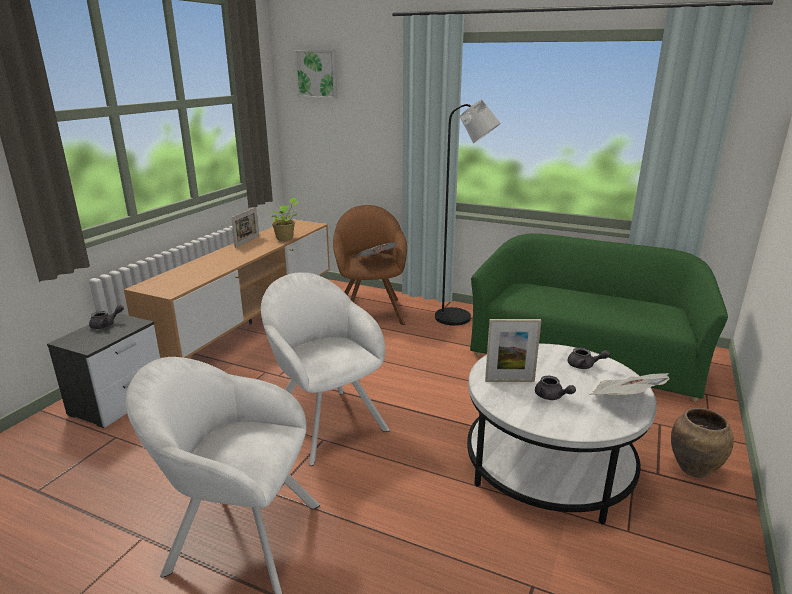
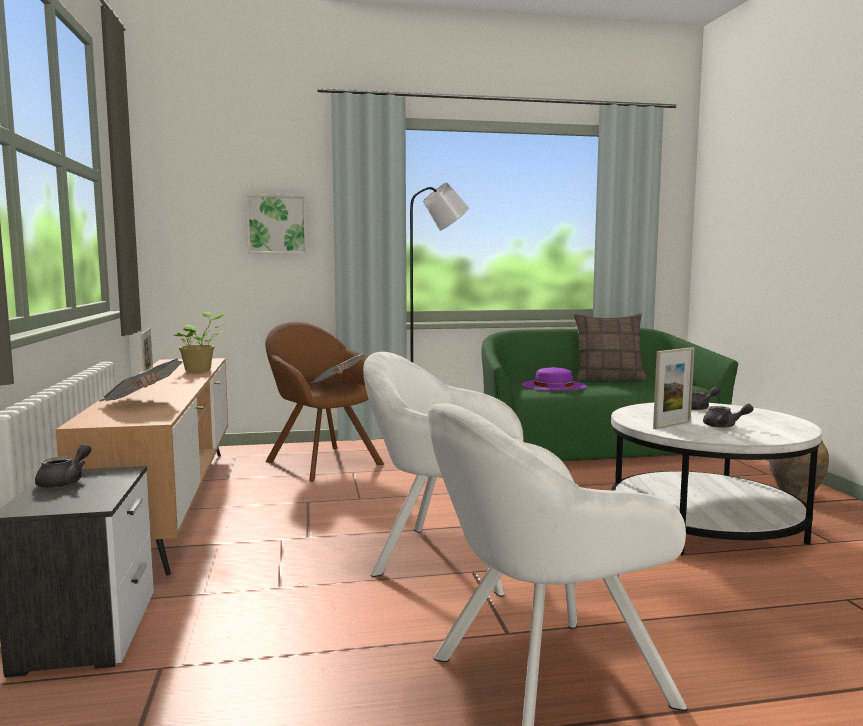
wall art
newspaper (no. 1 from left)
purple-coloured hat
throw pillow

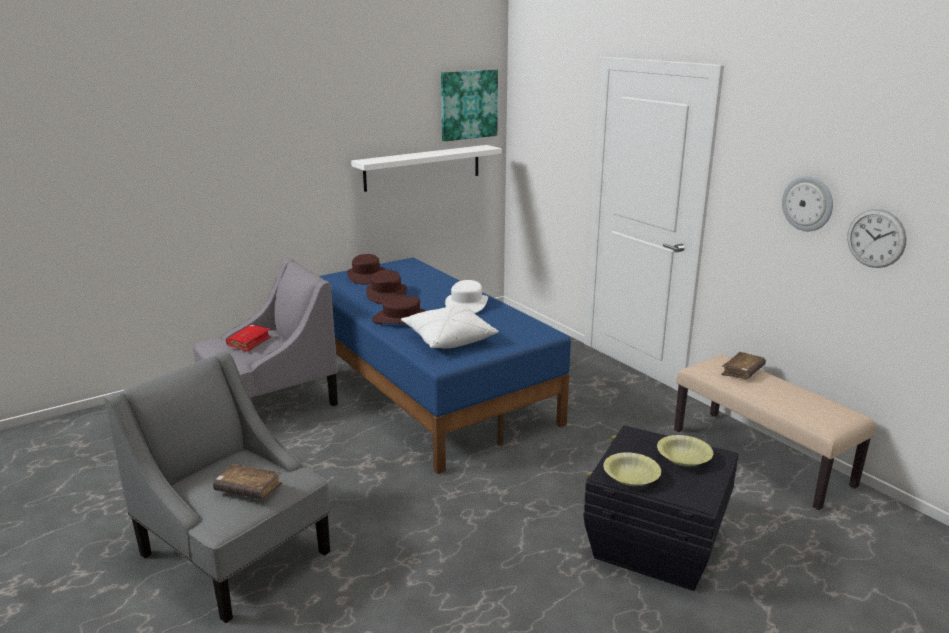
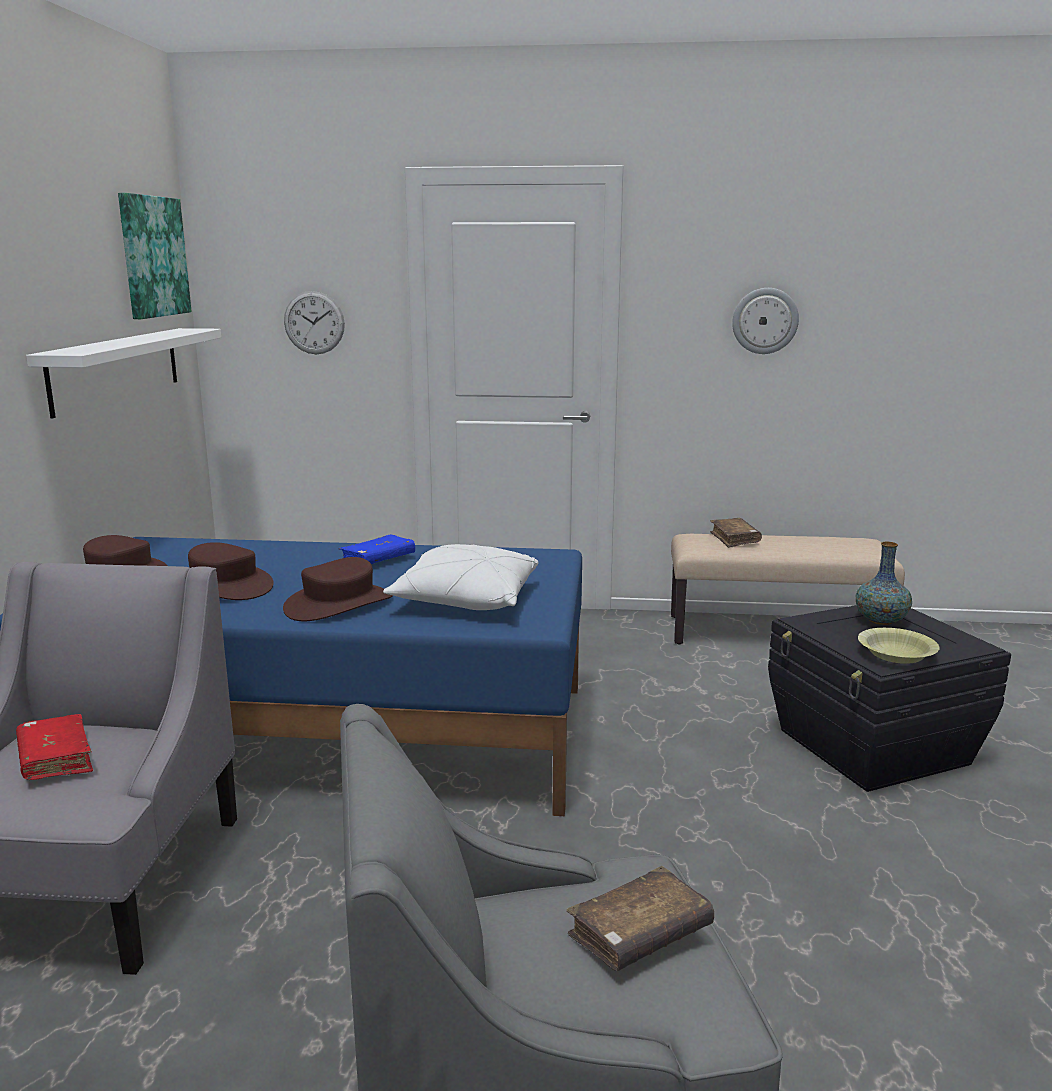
blue-coloured bound book
decorative vase
wall clock (no. 1 from left)

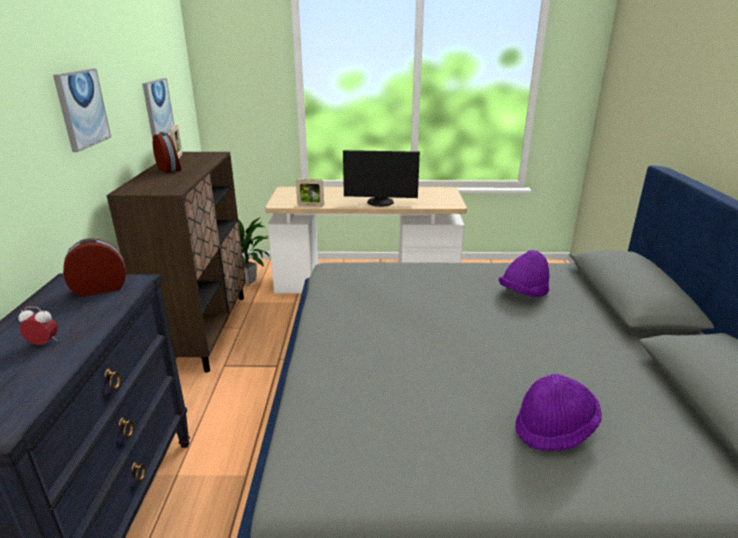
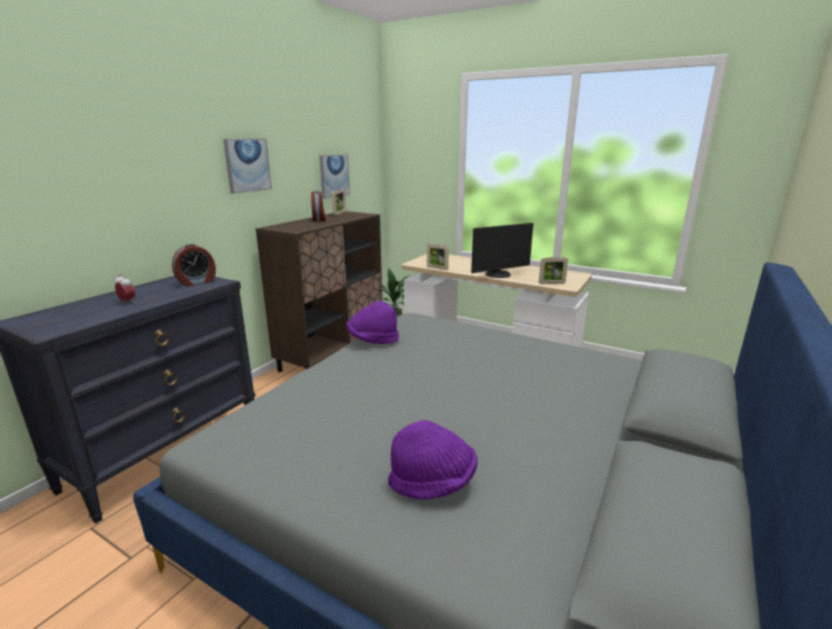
bedside clock (no. 2 from left)
monitor
purple-coloured hat (no. 1 from left)
picture frame (no. 3 from left)

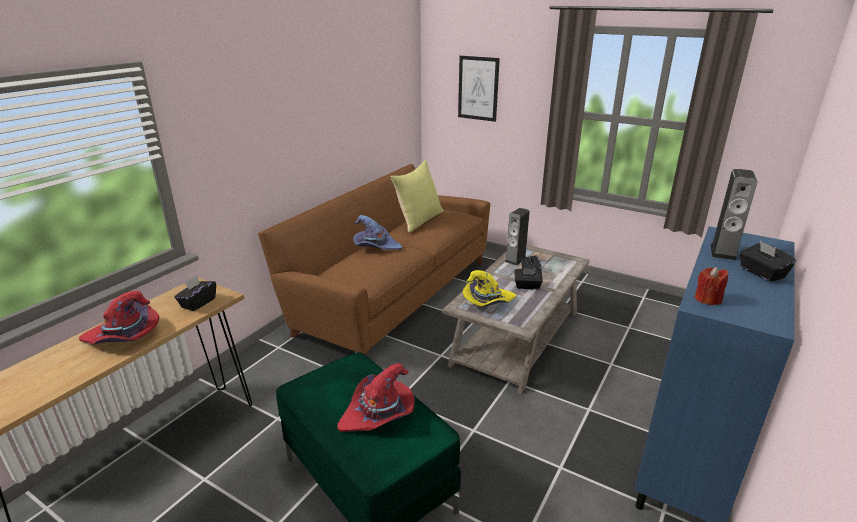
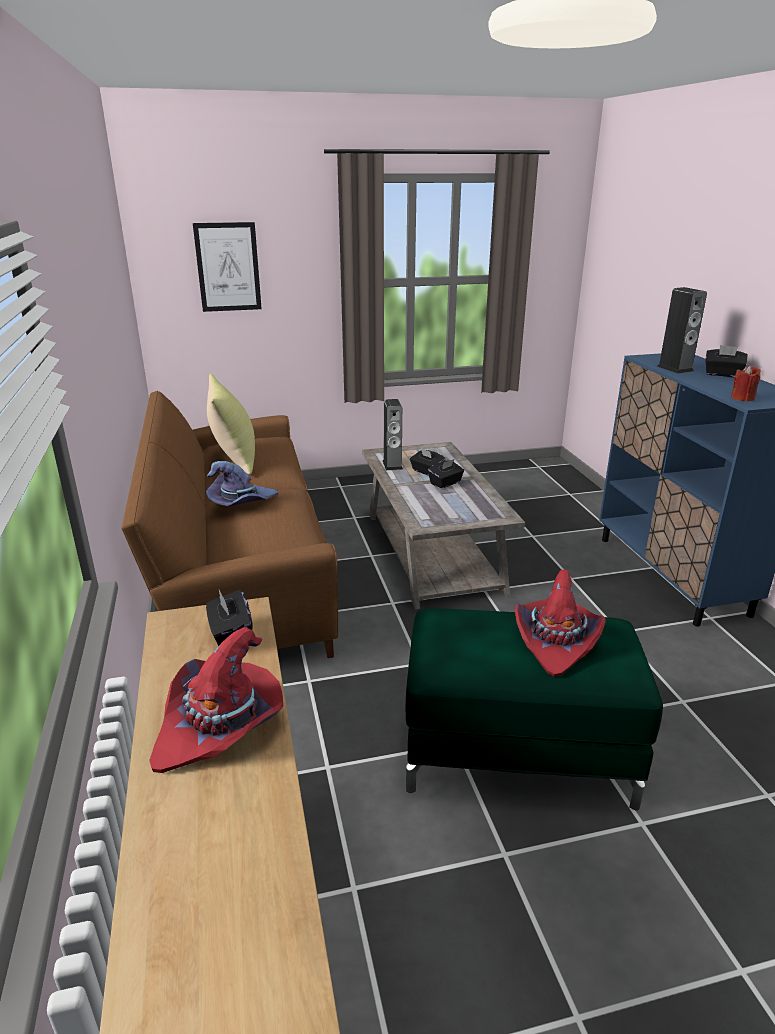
yellowish hat

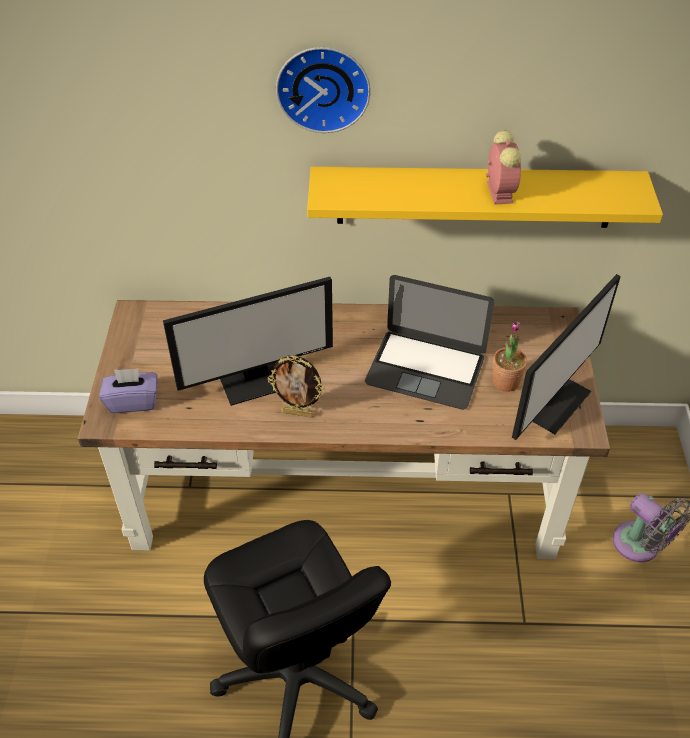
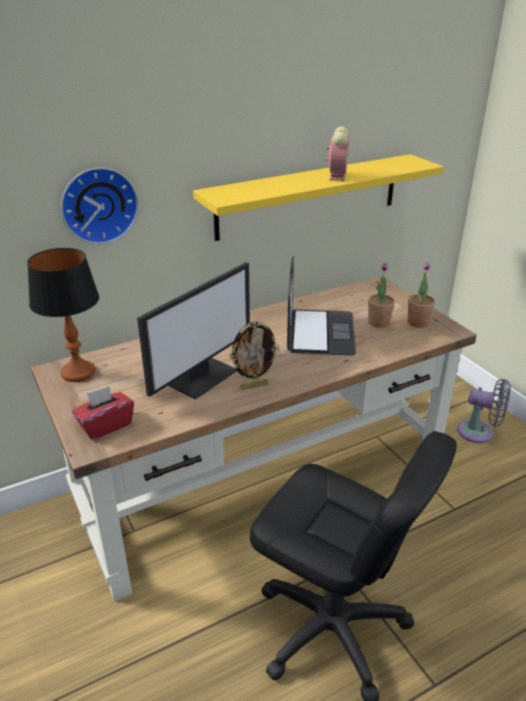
red tissue holder
wall clock
laptop
bedside clock
potted plant (no. 2 from left)
tabletop lamp

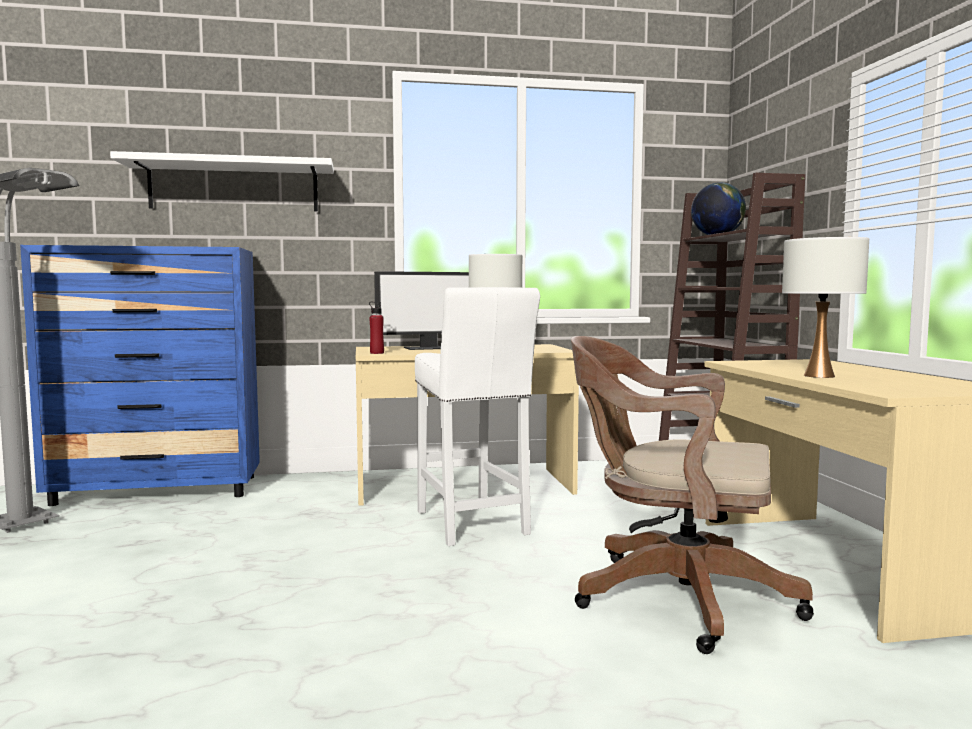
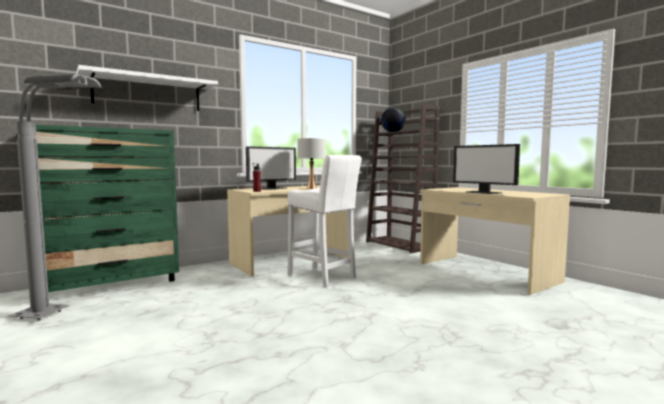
green-coloured dresser
brown computer chair
monitor (no. 2 from left)

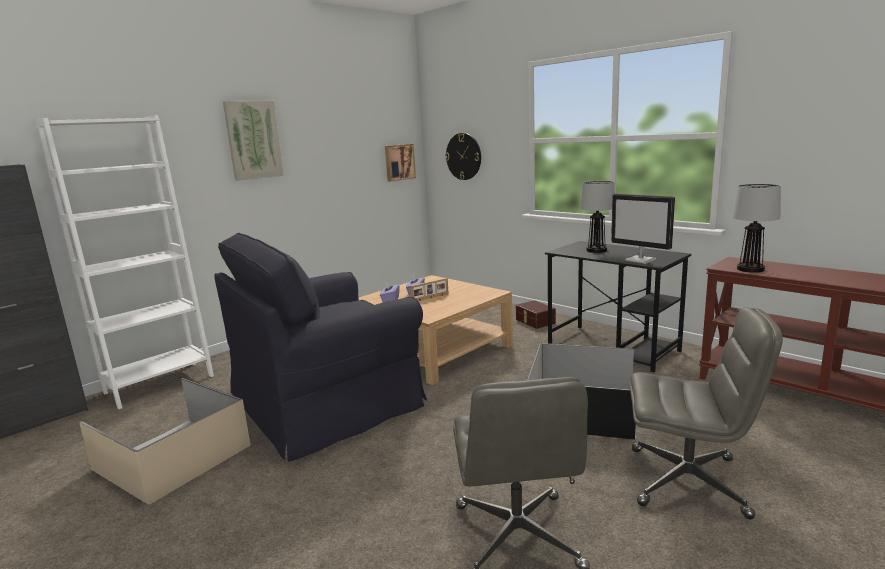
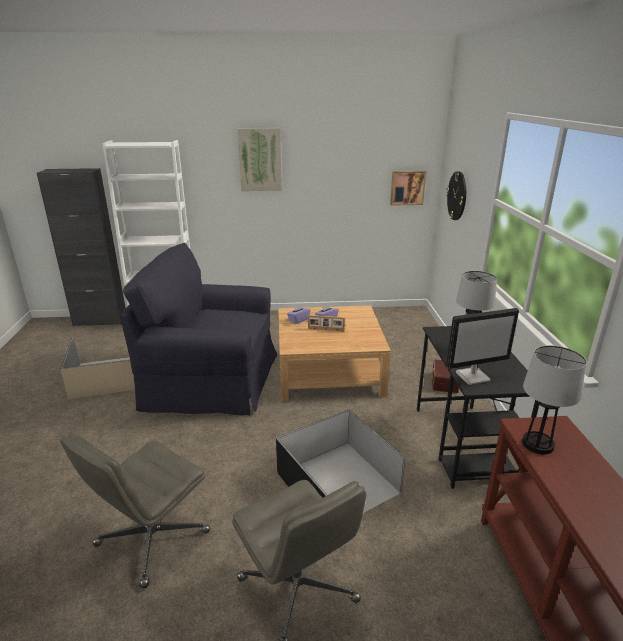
monitor

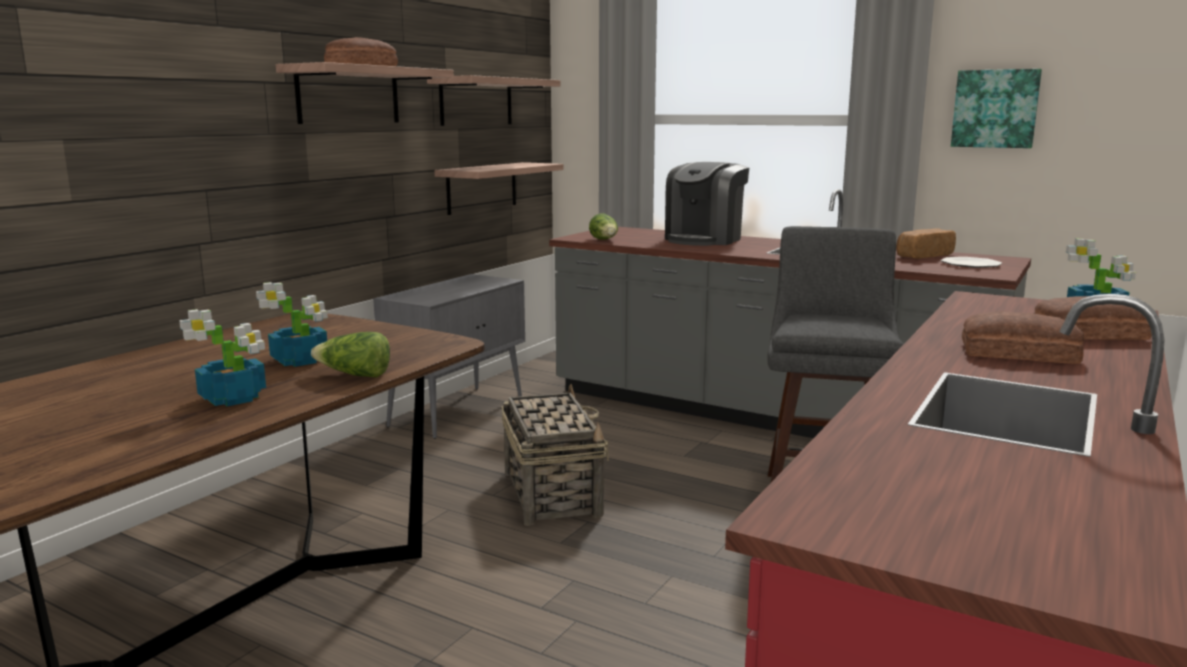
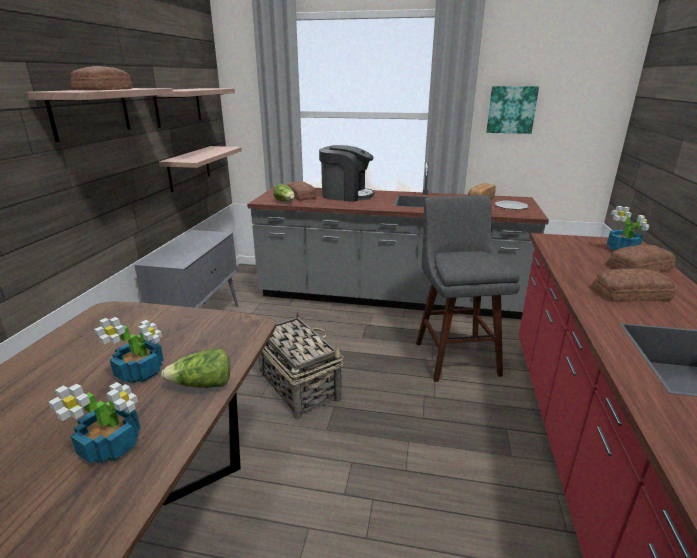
coffee machine
bakery bread (no. 2 from left)

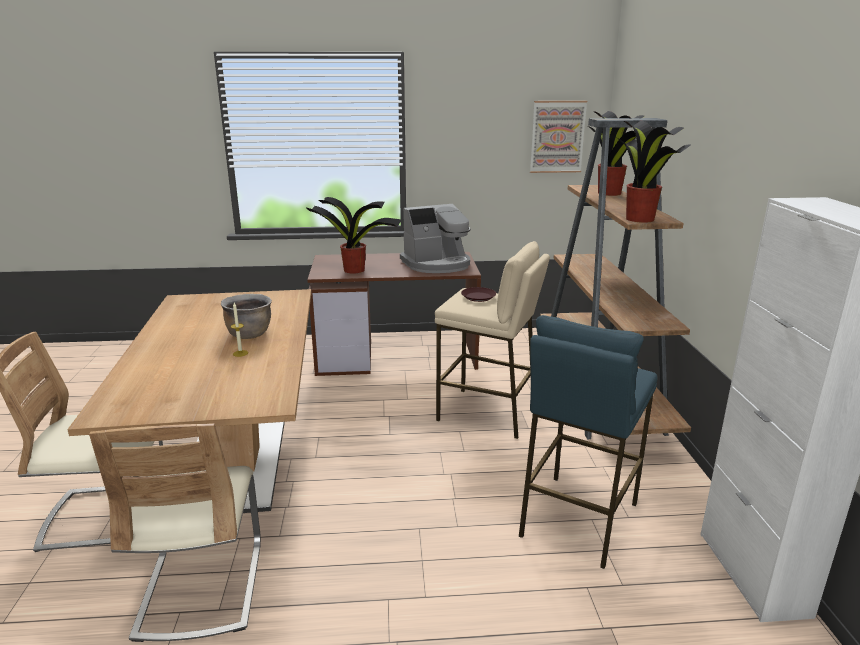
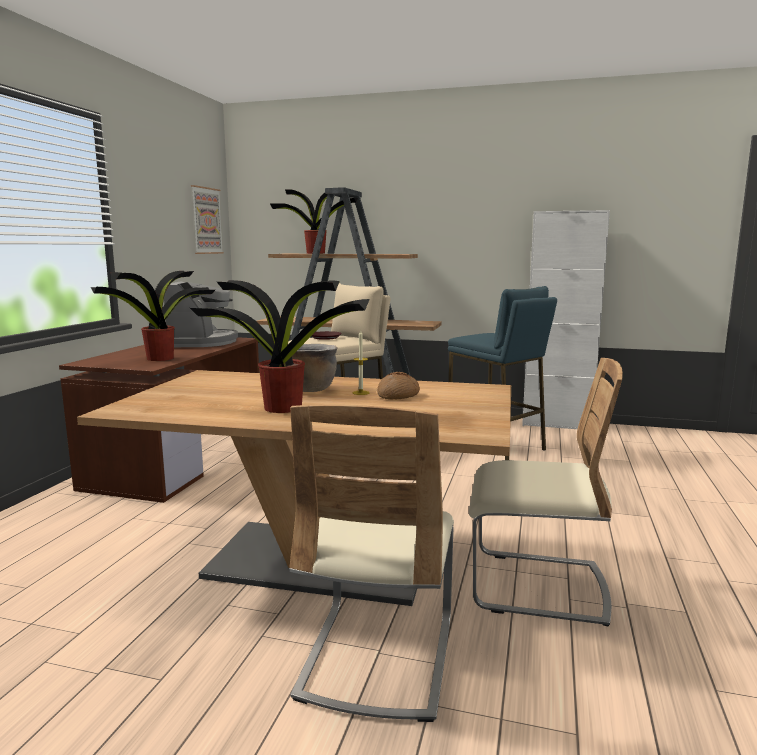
potted plant (no. 2 from left)
bakery bread

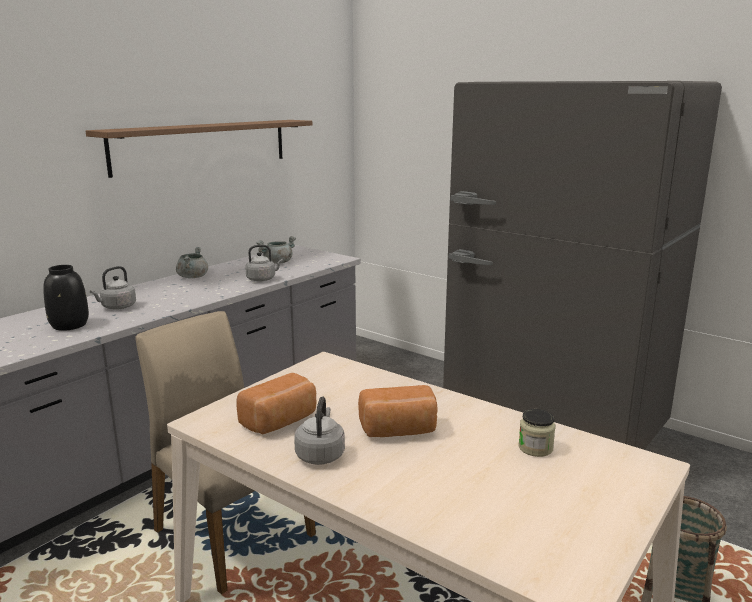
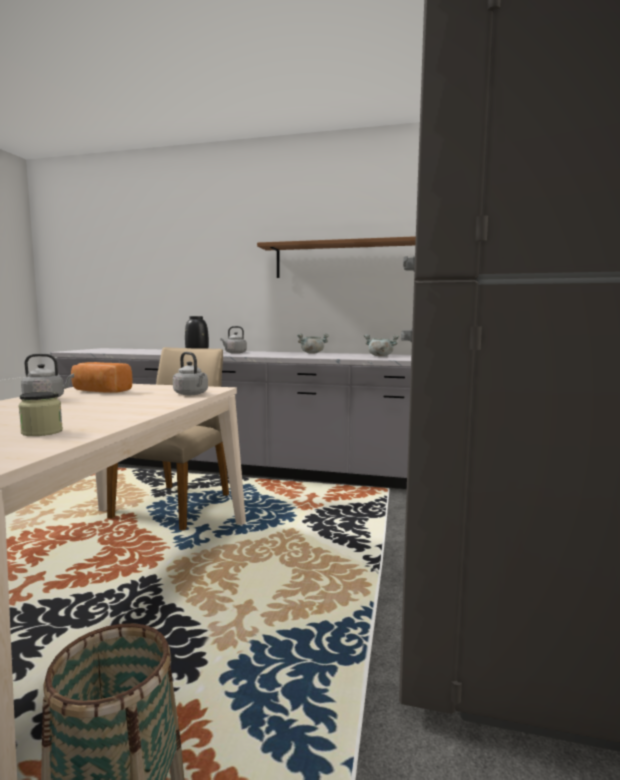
grey water kettle (no. 2 from left)
bakery bread (no. 2 from left in the first image)

